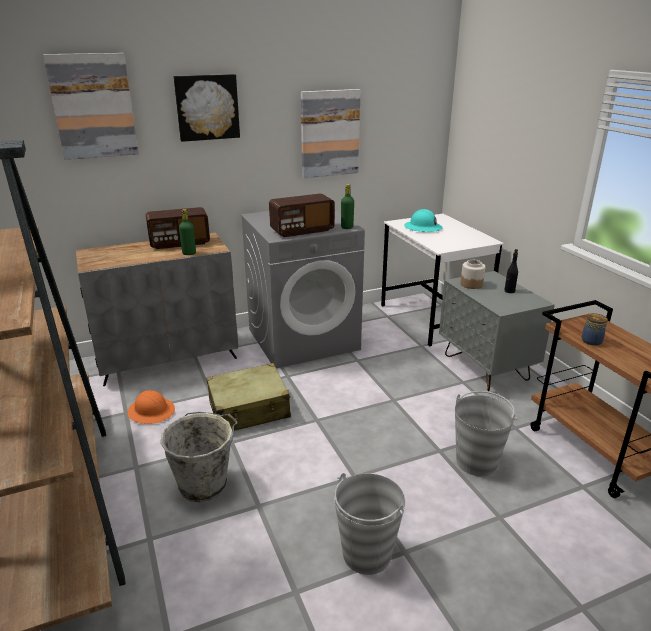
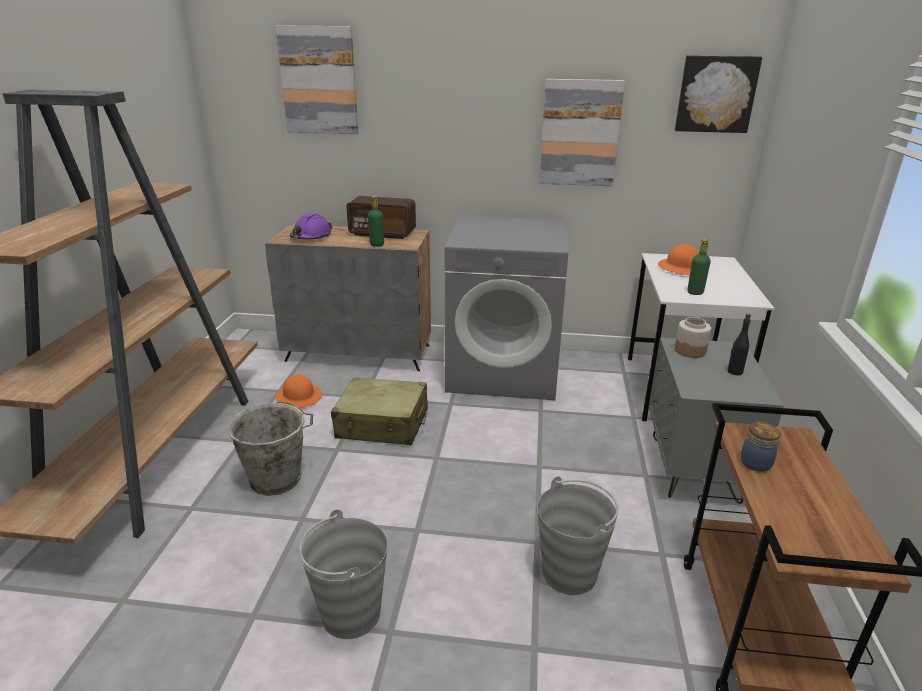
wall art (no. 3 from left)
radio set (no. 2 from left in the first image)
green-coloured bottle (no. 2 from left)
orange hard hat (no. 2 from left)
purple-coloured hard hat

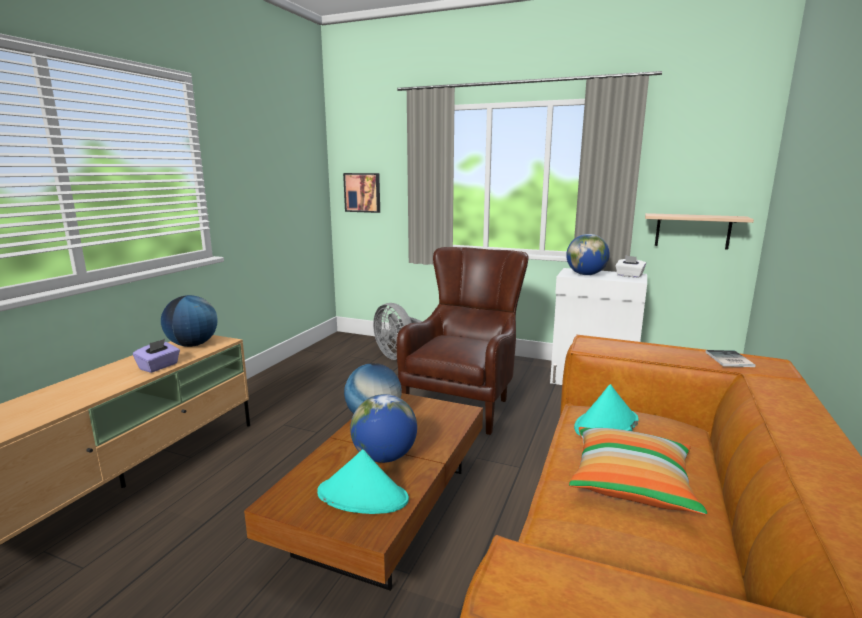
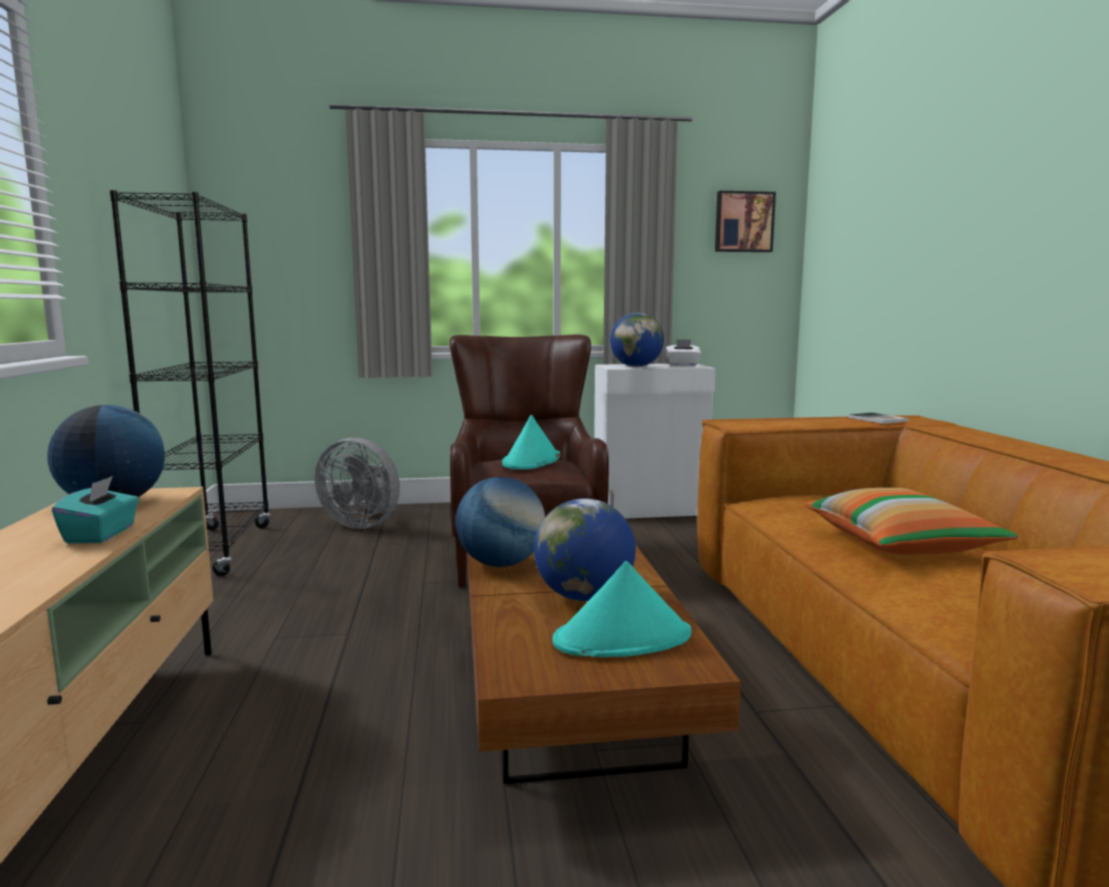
turquoise tissue holder
wall art
turquoise hat (no. 1 from left)
bracket shelf
black-coloured bookcase

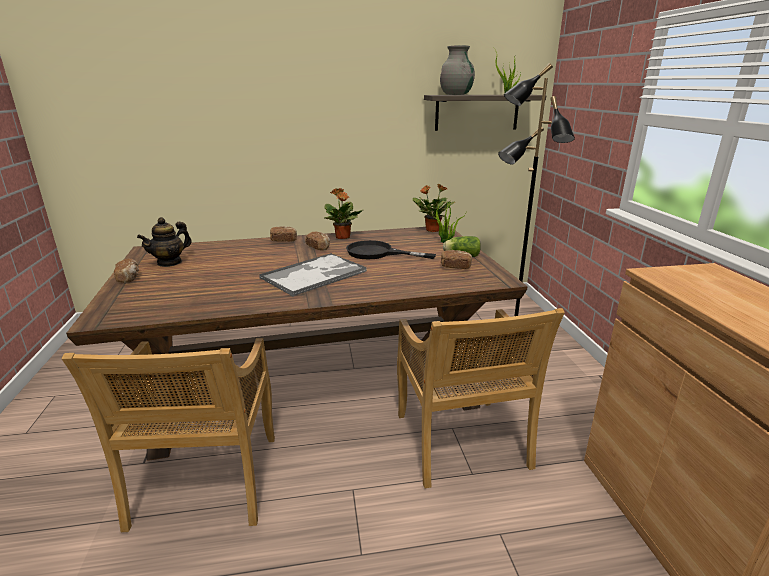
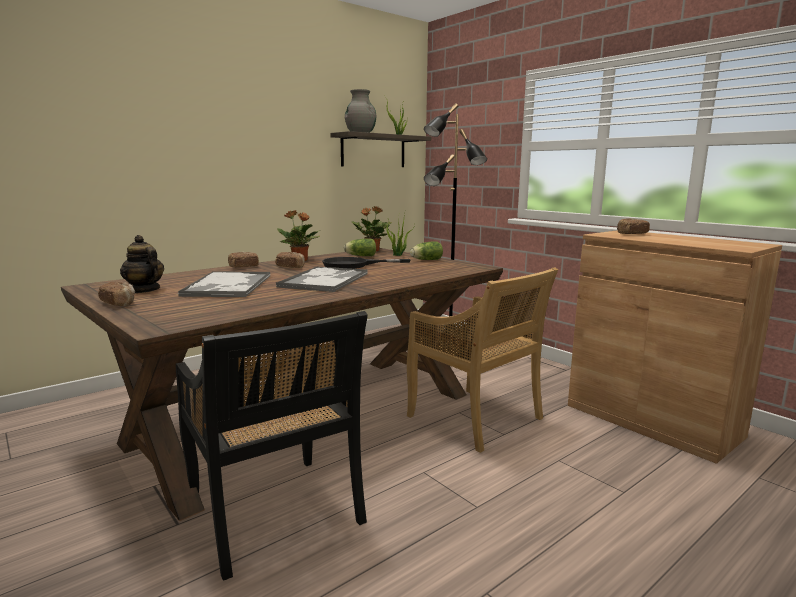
black-coloured chair
teapot
bakery bread (no. 4 from left)
serving tray (no. 1 from left)
lettuce (no. 1 from left)

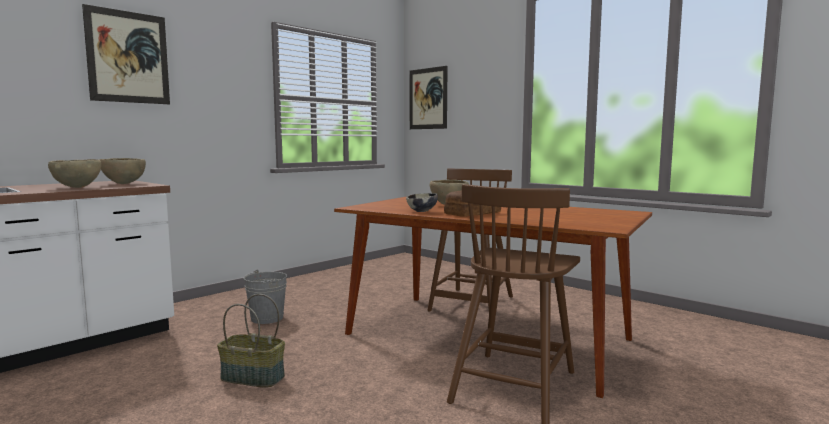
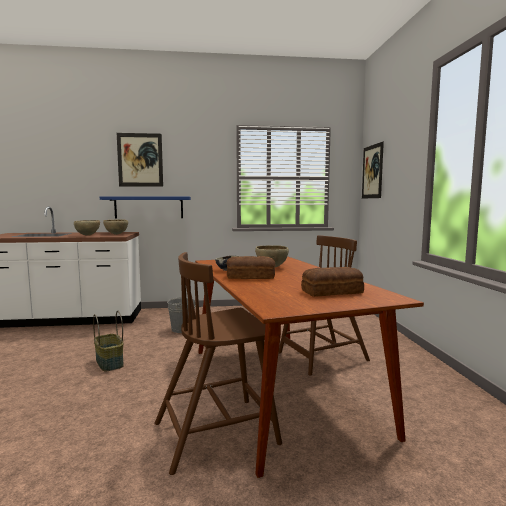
blue-coloured bracket shelf
bakery bread (no. 2 from left)

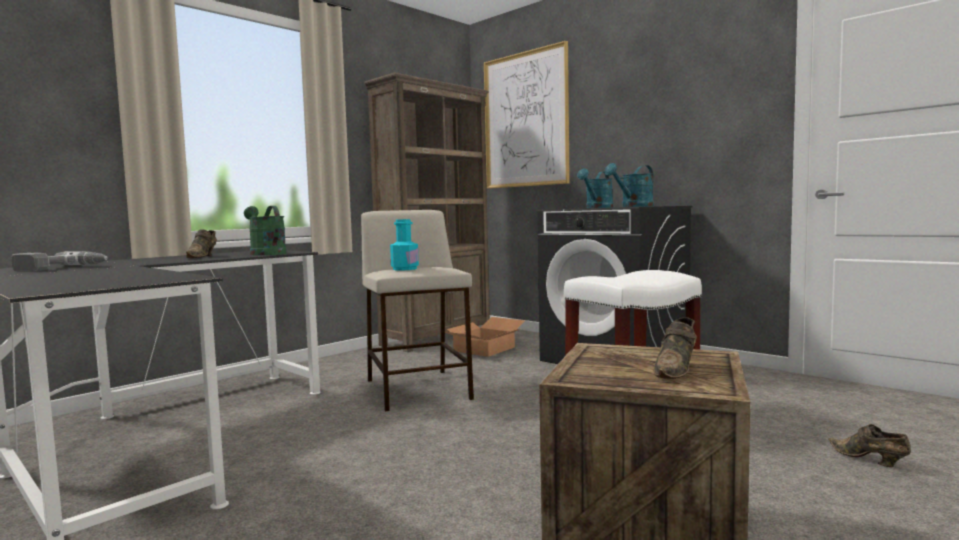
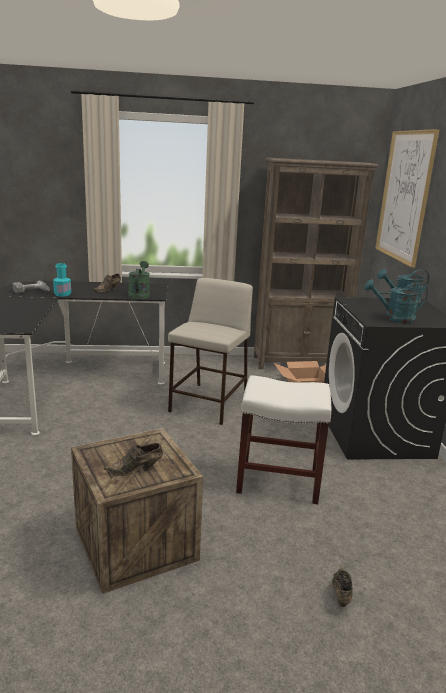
turquoise bottle

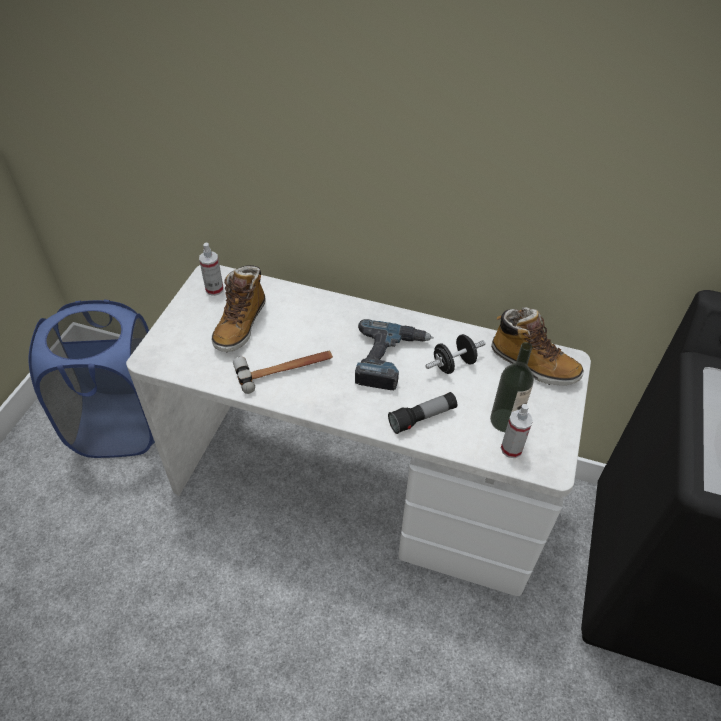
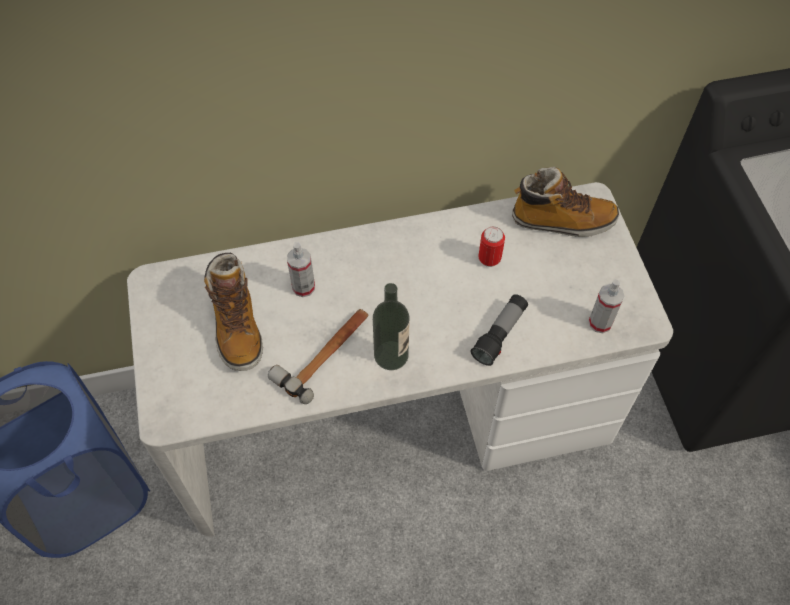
hand sprayer (no. 1 from left)
electric drill
can
bottle

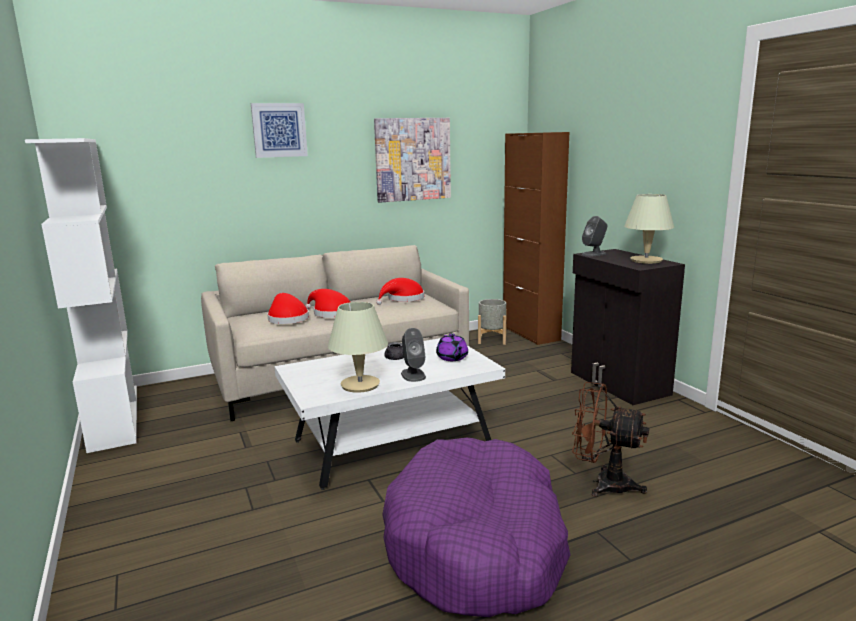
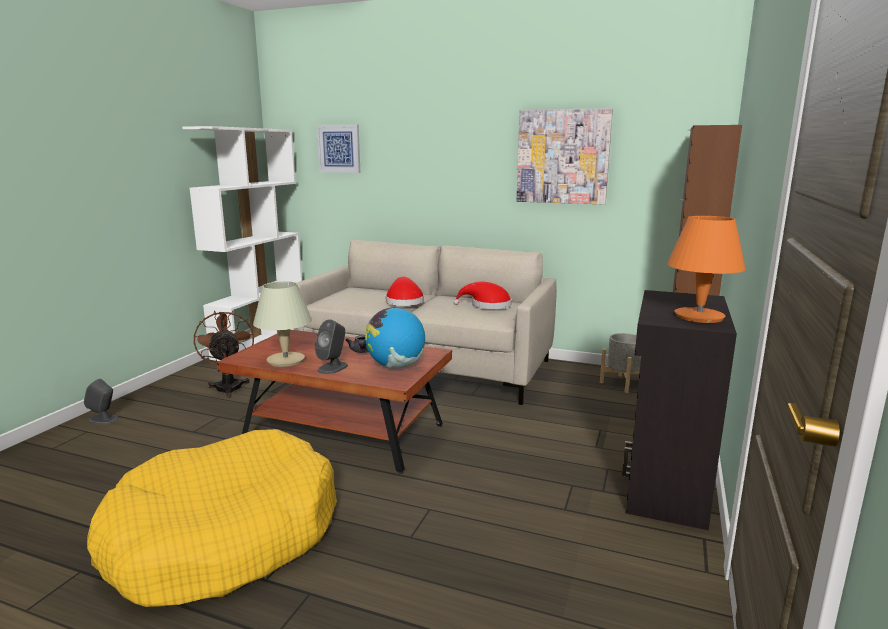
wall art (no. 1 from left)
red hat (no. 1 from left in the first image)
brown lounge table
yellowish pet bed
globe
brown cooling fan
grey speaker (no. 1 from left)
orange tabletop lamp

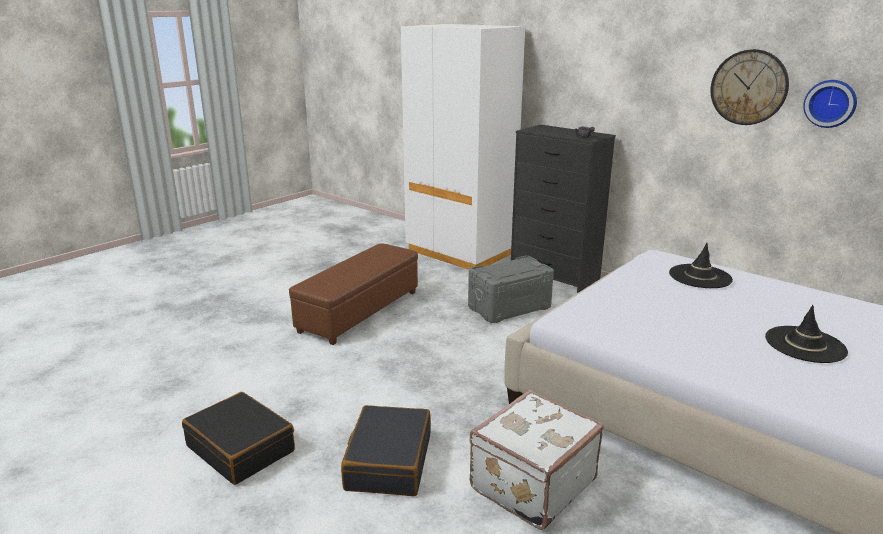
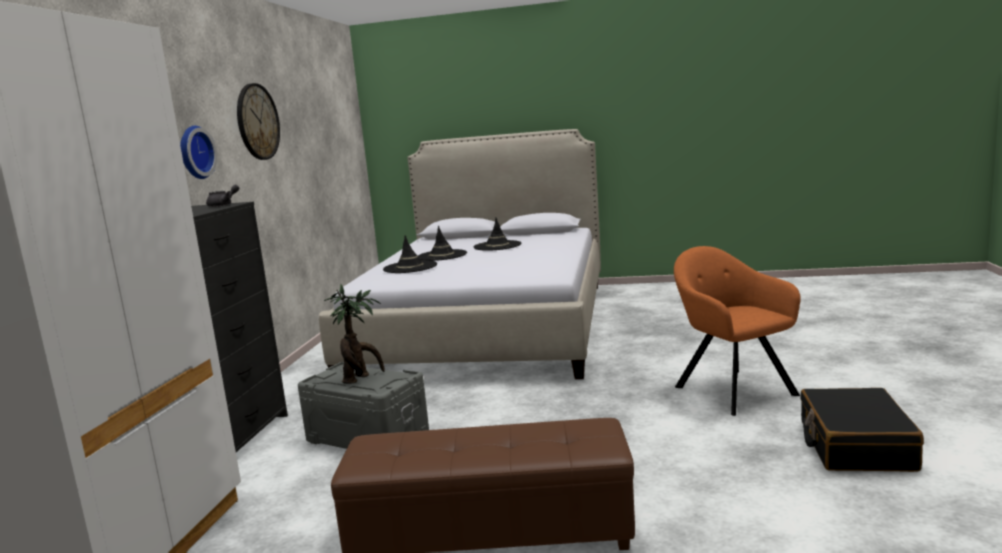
orange armchair
whitish travel case
wall clock (no. 1 from left)
potted plant
black-coloured hat (no. 2 from left)

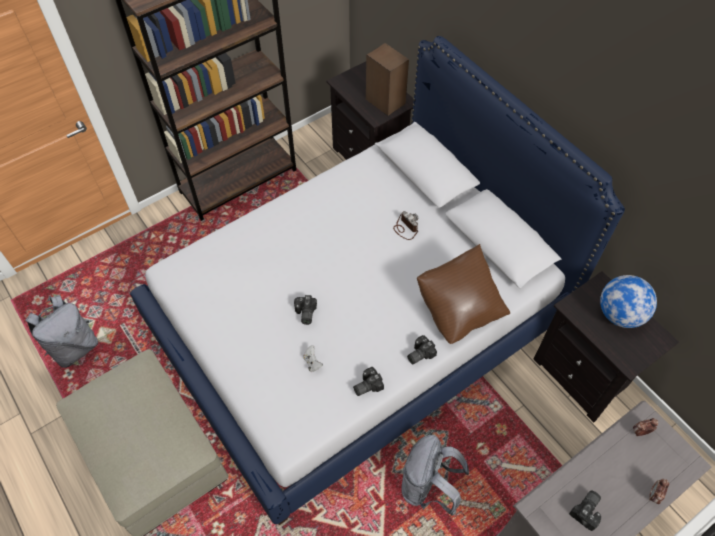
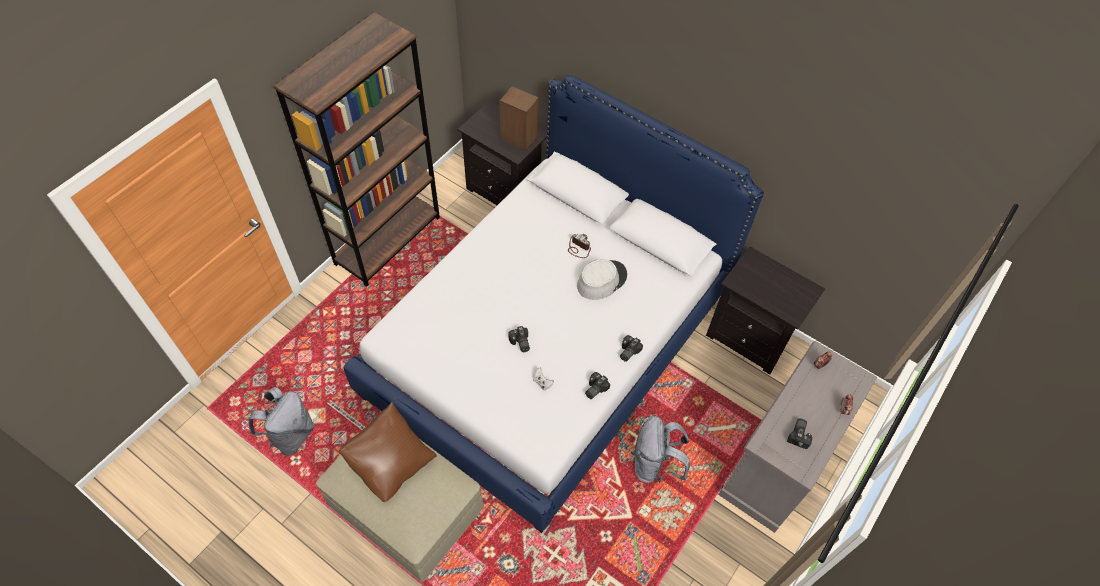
brown throw pillow
globe
grey hat

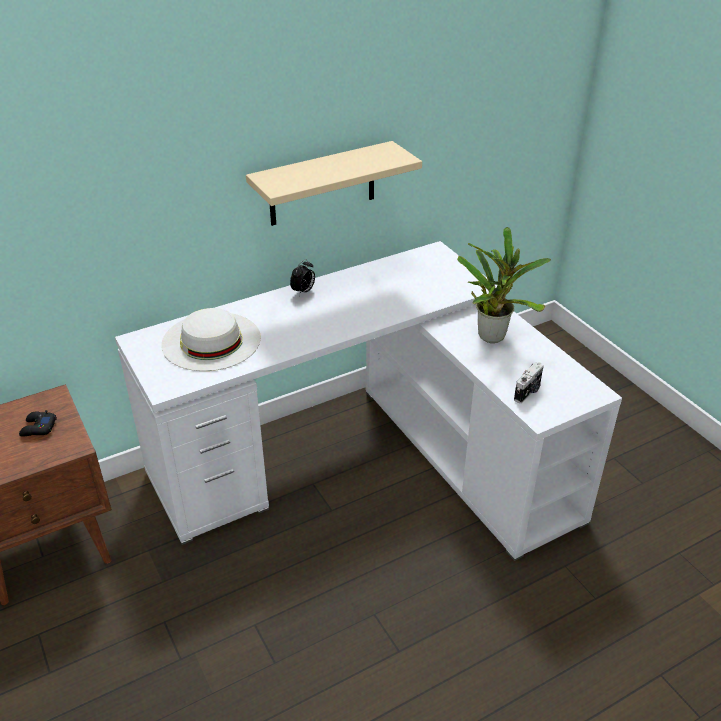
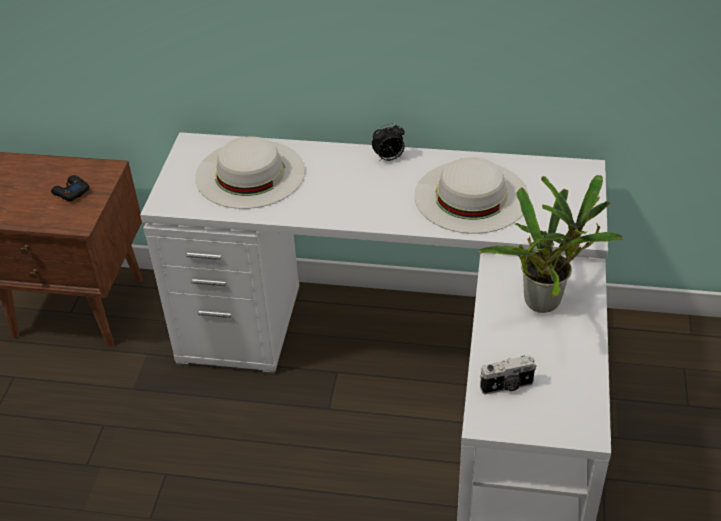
beige bracket shelf
whitish hat (no. 2 from left)

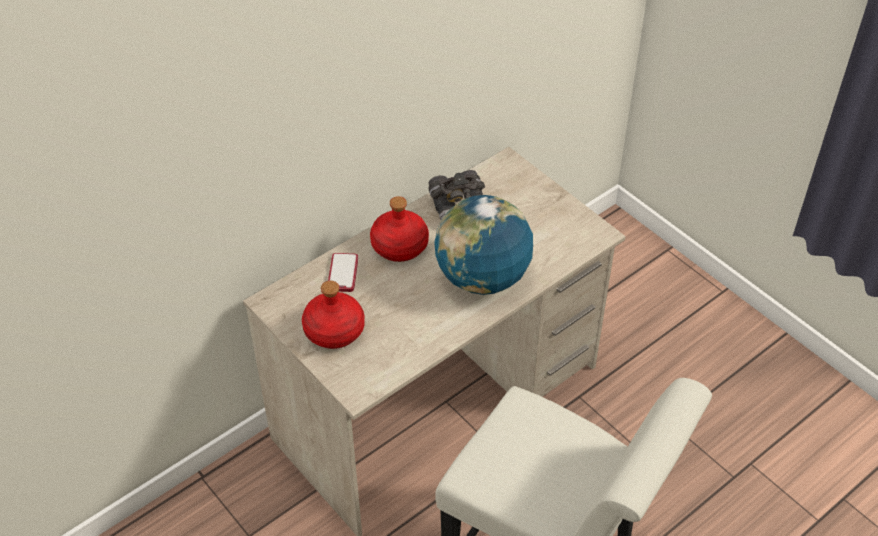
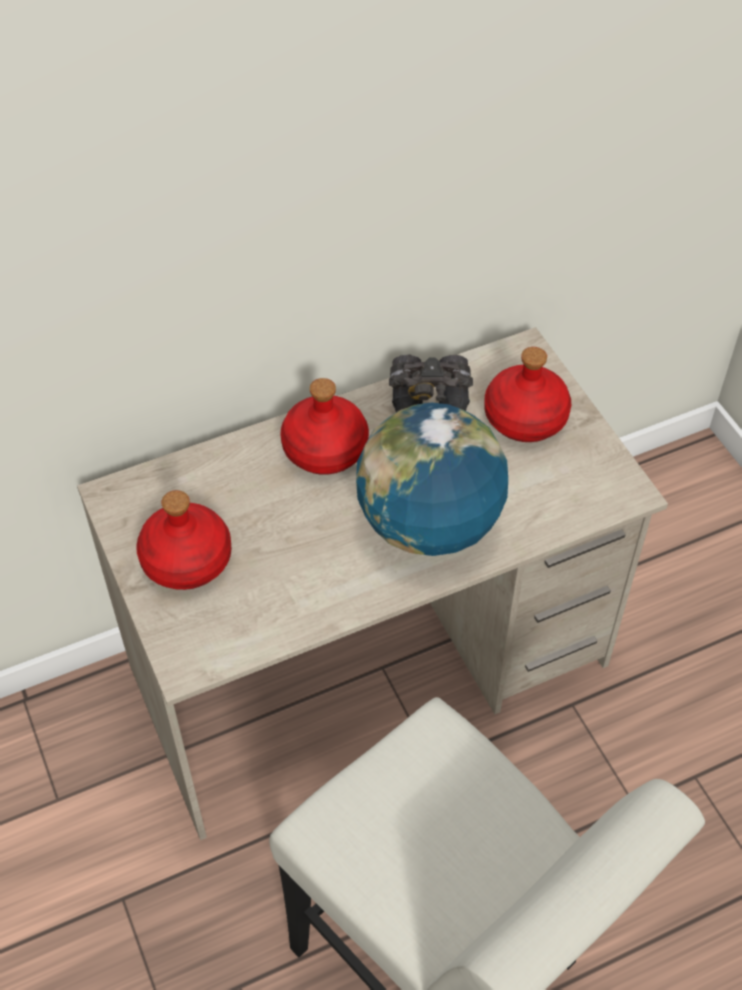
handset
red bottle (no. 3 from left)

